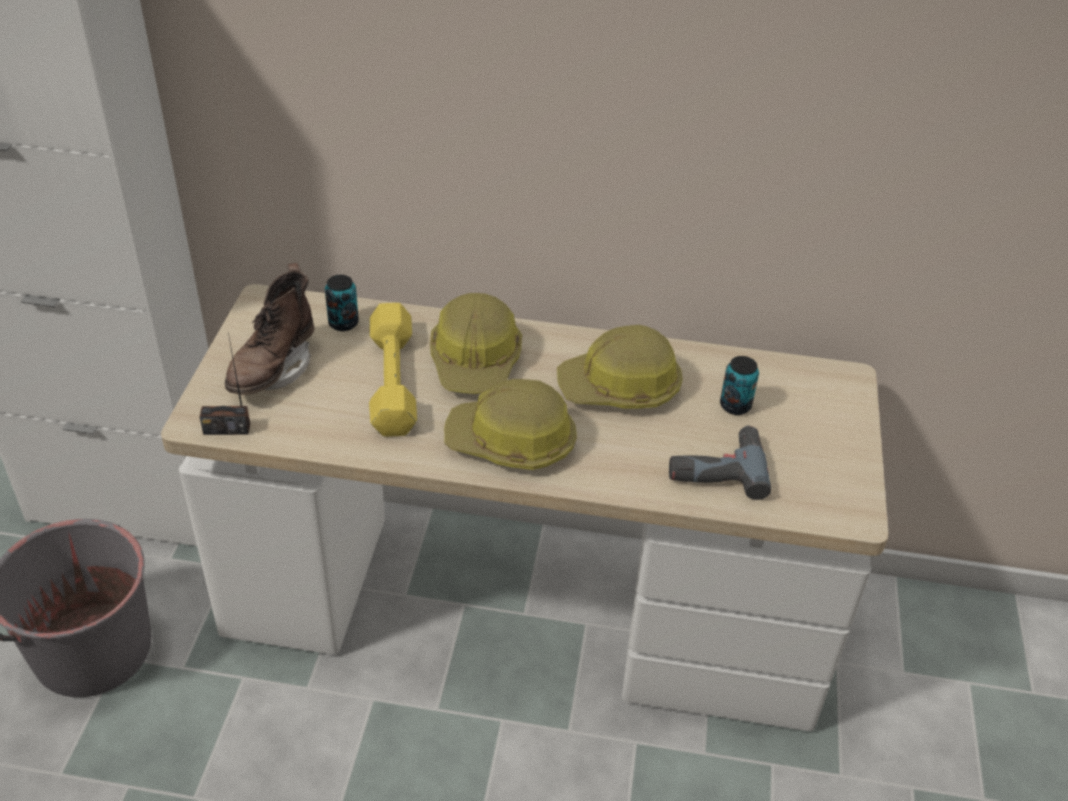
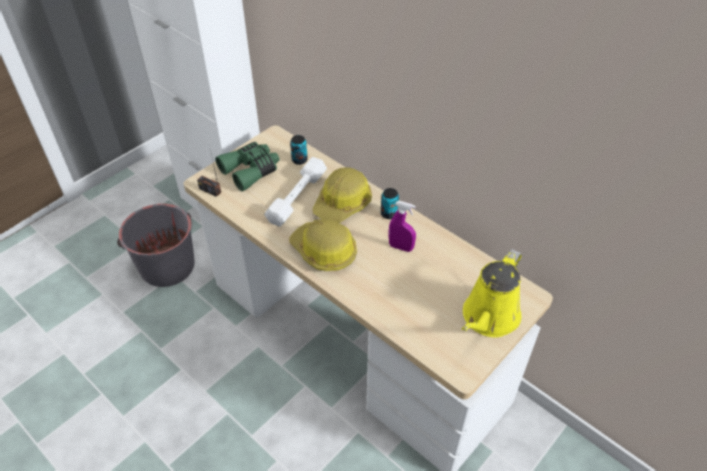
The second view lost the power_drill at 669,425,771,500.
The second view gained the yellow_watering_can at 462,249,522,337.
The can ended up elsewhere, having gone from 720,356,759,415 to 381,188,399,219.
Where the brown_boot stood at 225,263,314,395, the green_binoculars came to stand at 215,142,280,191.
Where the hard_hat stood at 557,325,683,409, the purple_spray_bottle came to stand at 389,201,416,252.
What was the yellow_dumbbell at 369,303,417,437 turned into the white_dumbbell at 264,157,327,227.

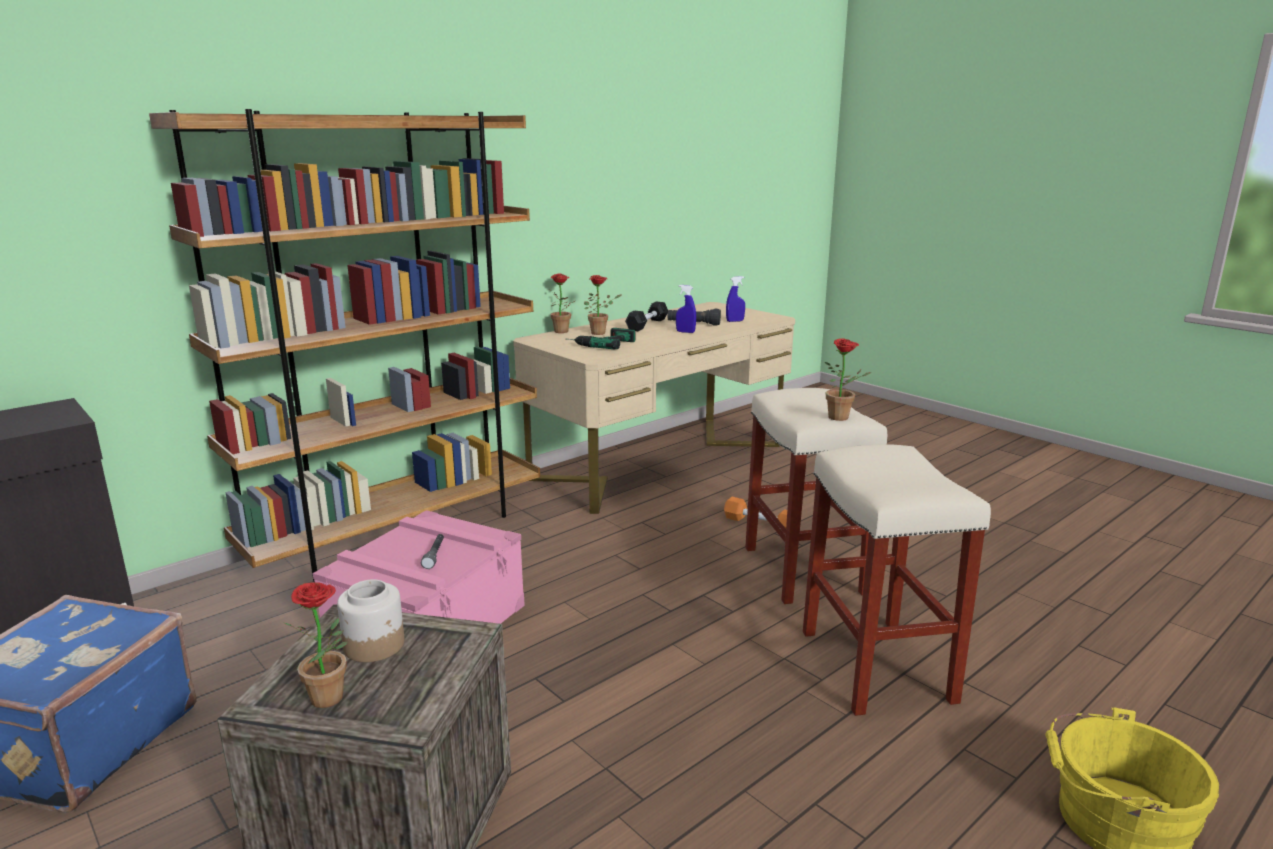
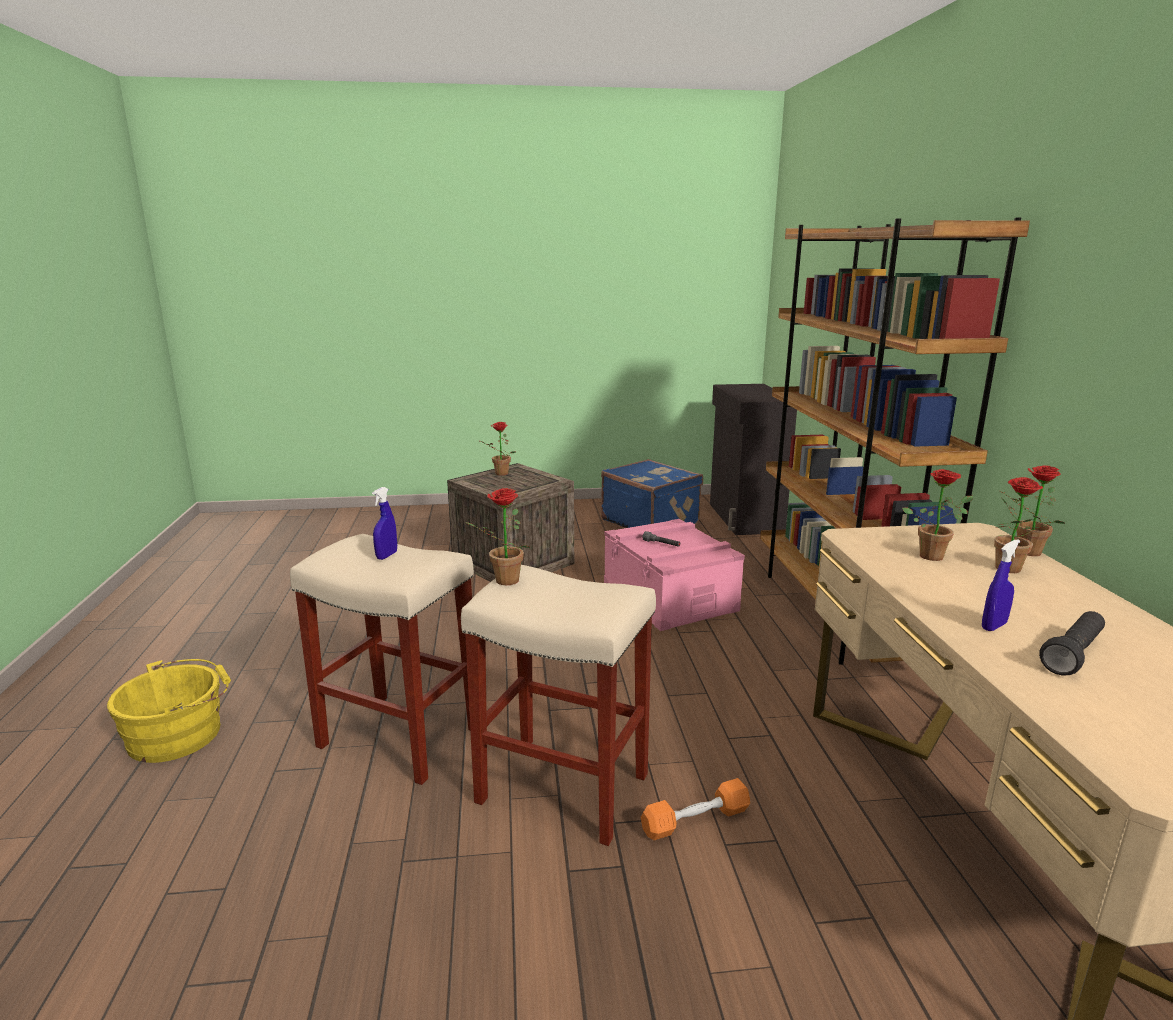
The second view lost the jar at 337,579,404,662.
The second view lost the black_dumbbell at 625,301,668,331.
The blue_spray_bottle ended up elsewhere, having gone from 726,276,745,322 to 372,487,397,560.
Where the power_drill stood at 567,328,636,349, the potted_plant came to stand at 902,469,973,561.

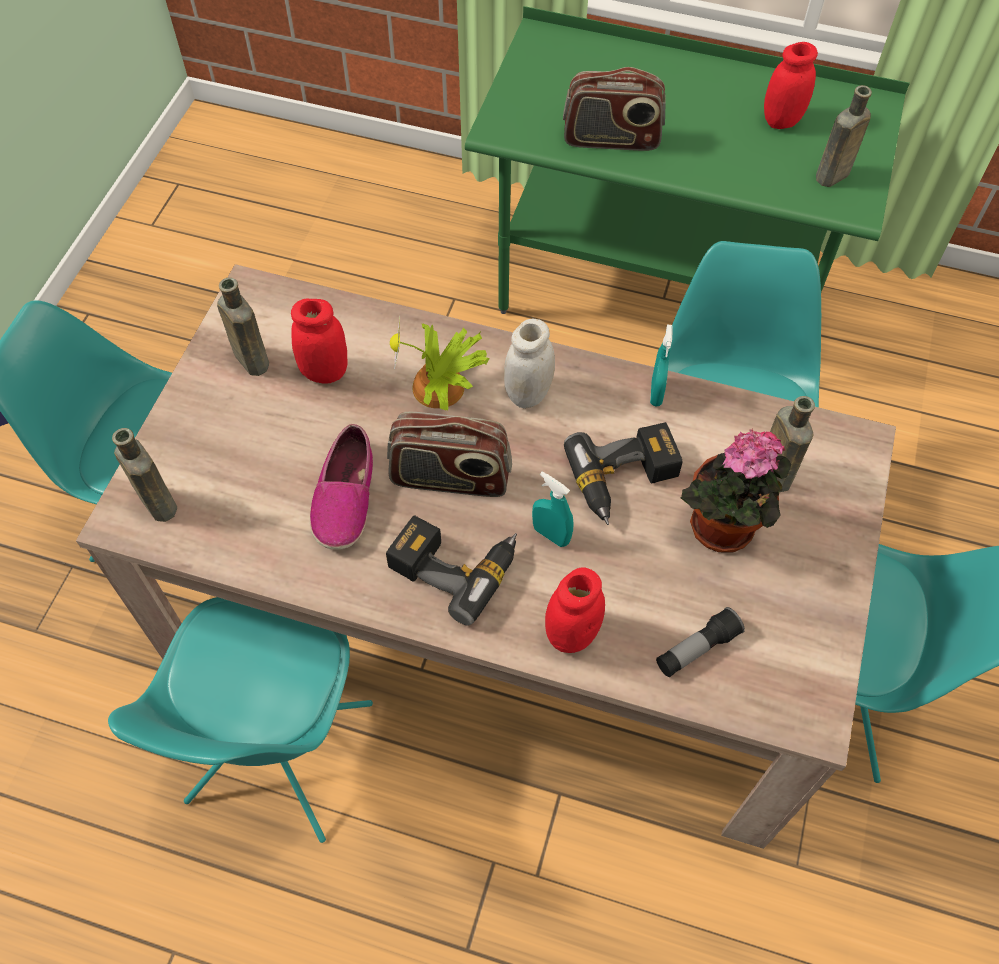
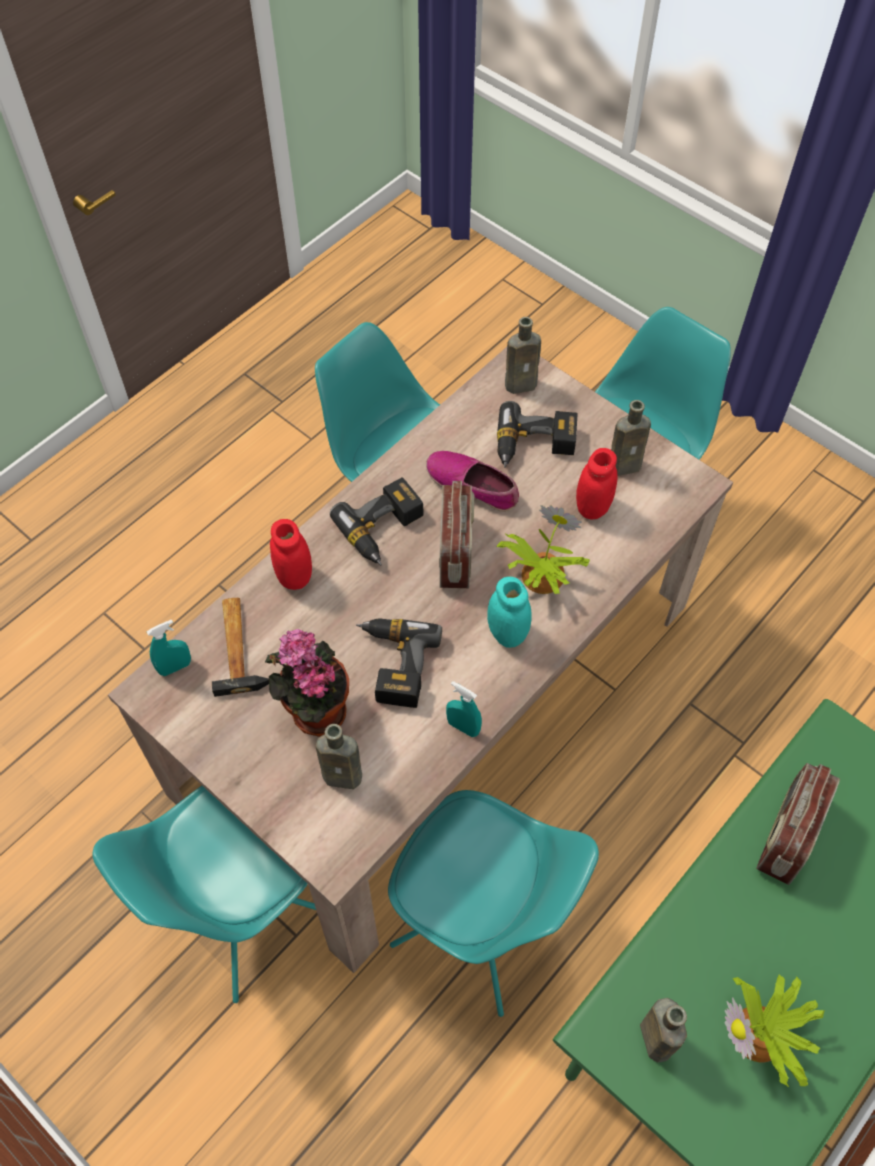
The second view gained the power_drill at 497,401,577,468.
The turquoise_spray_bottle ended up elsewhere, having gone from 532,471,574,547 to 147,619,191,676.
Where the flashlight stood at 656,607,745,677, the hammer came to stand at 212,598,269,697.
Where the red_jar stood at 764,42,818,129, the potted_plant came to stand at 725,975,825,1087.
What was the white_jar at 504,319,555,409 turned into the turquoise_jar at 487,576,532,648.
The radio at 387,412,512,497 ended up facing another way, 150 degrees clockwise from before.

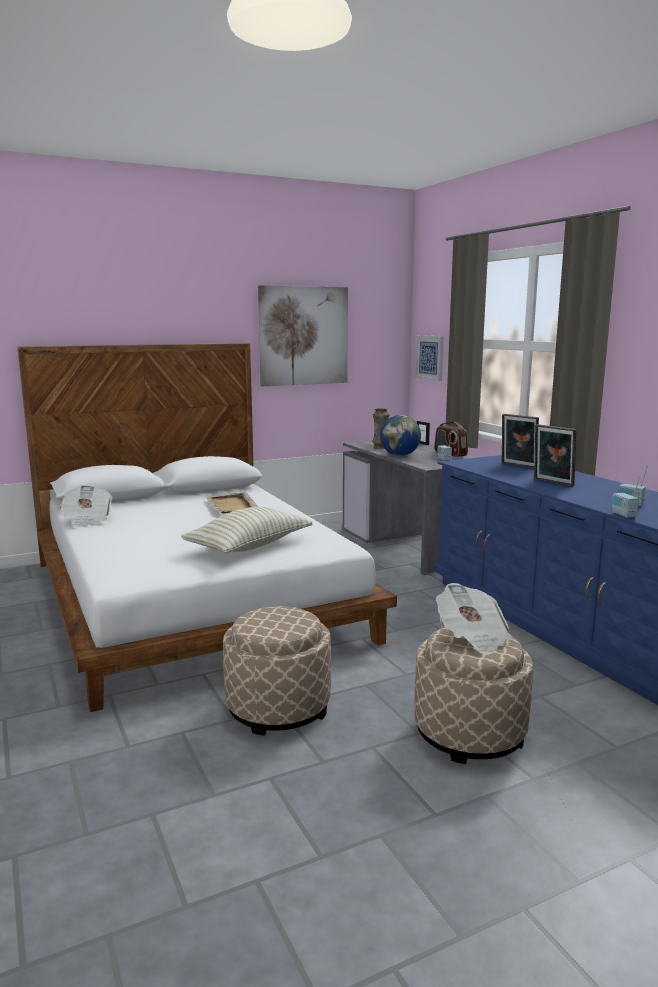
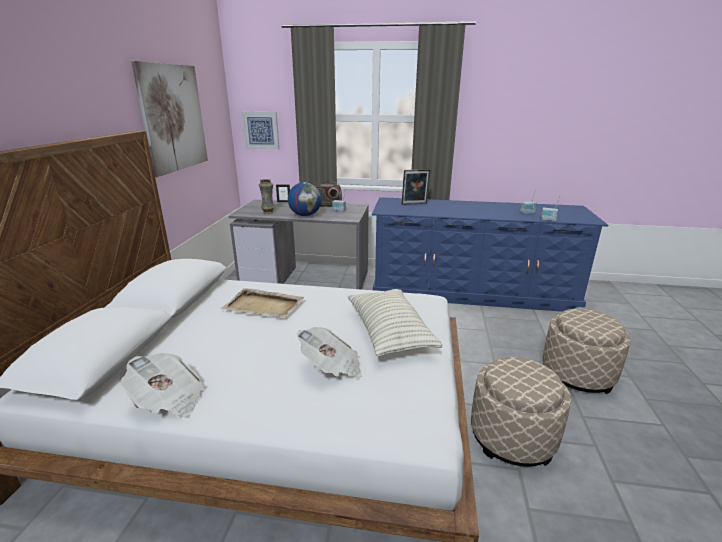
The second view lost the picture_frame at 534,424,576,486.
The newspaper ended up elsewhere, having gone from 436,583,512,655 to 297,327,362,378.

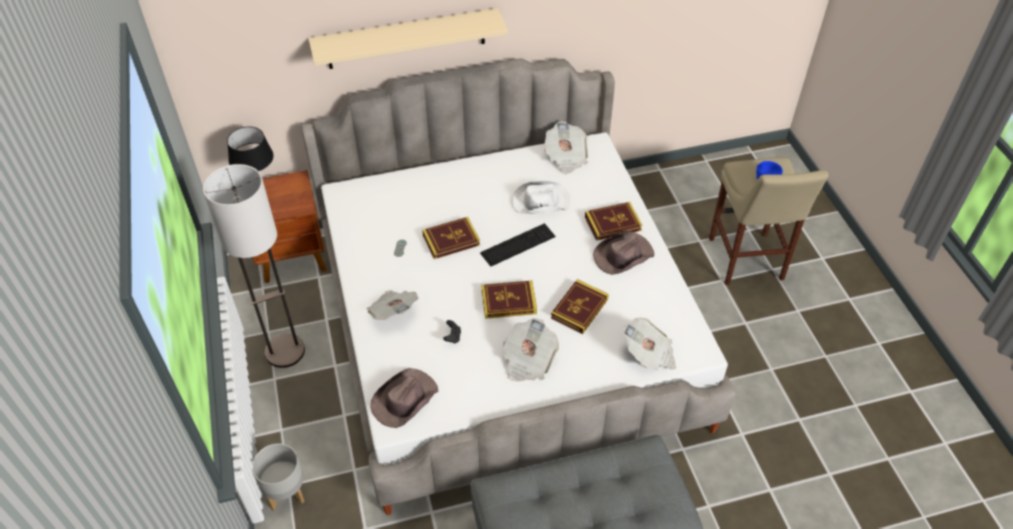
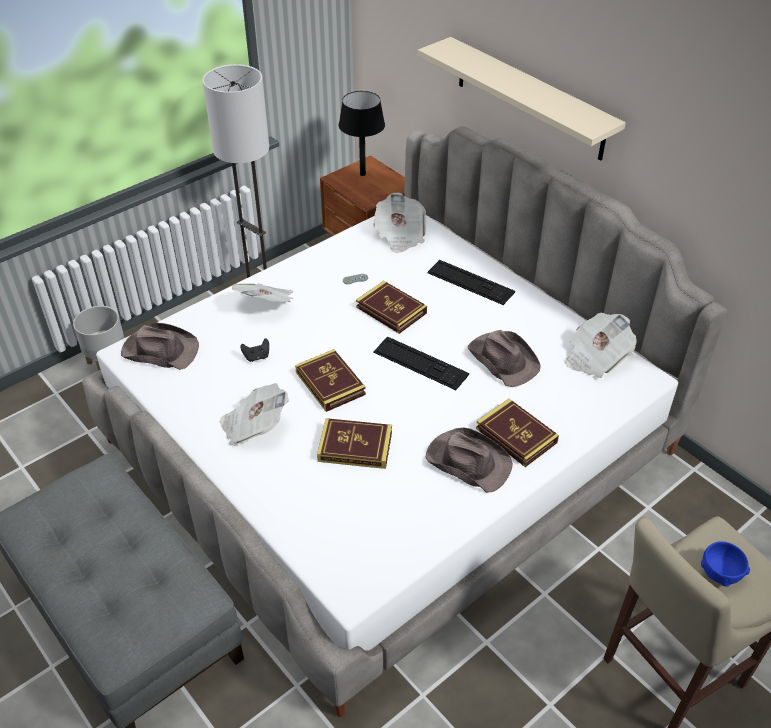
The second view gained the keyboard at 427,260,515,305.
The newspaper ended up elsewhere, having gone from 623,318,676,370 to 373,192,426,253.
What was the white_hat at 512,181,571,214 turned into the brown_hat at 468,330,541,387.

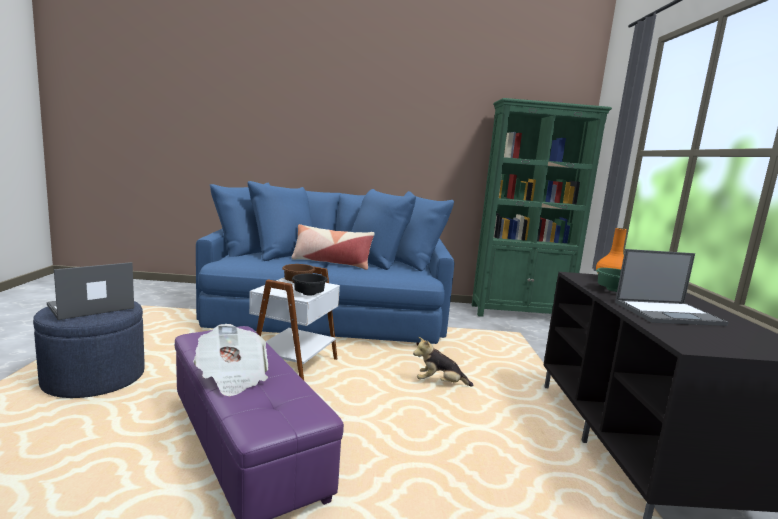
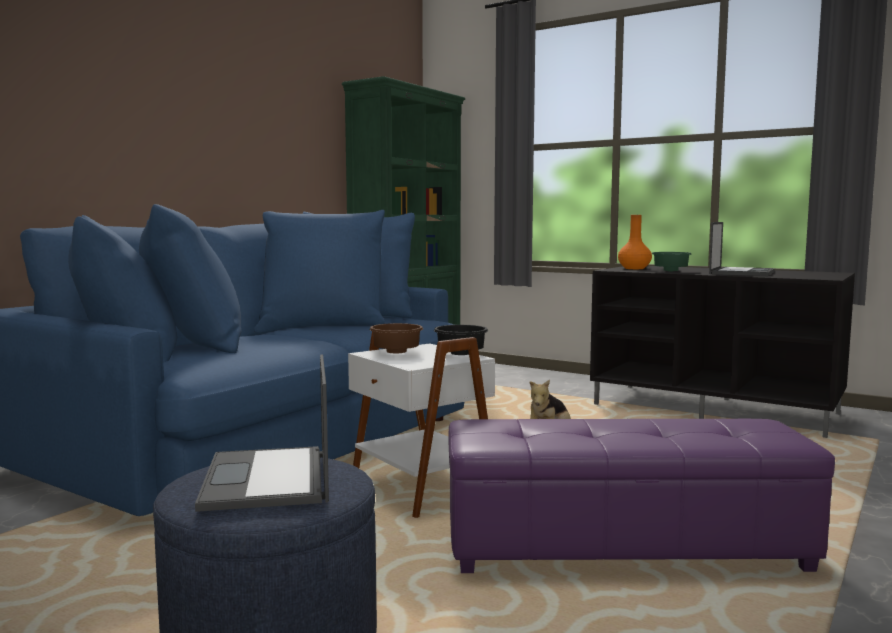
The second view lost the newspaper at 194,324,268,396.
The second view lost the pillow at 291,224,375,270.

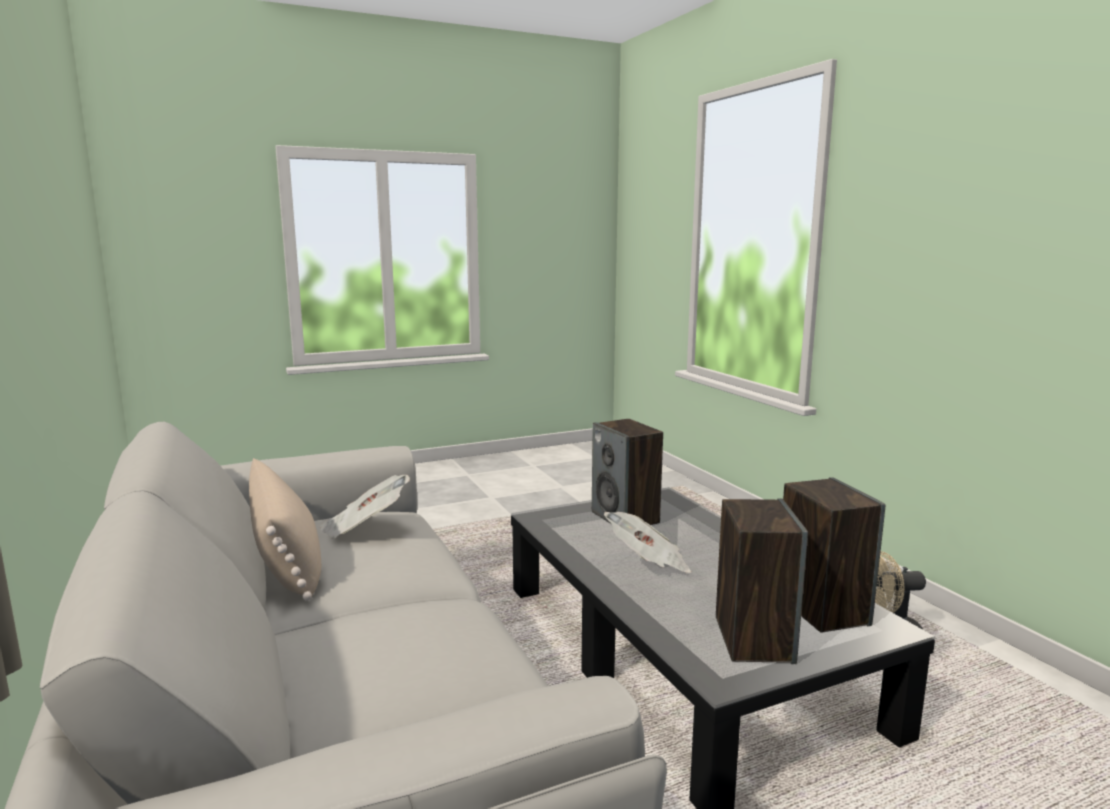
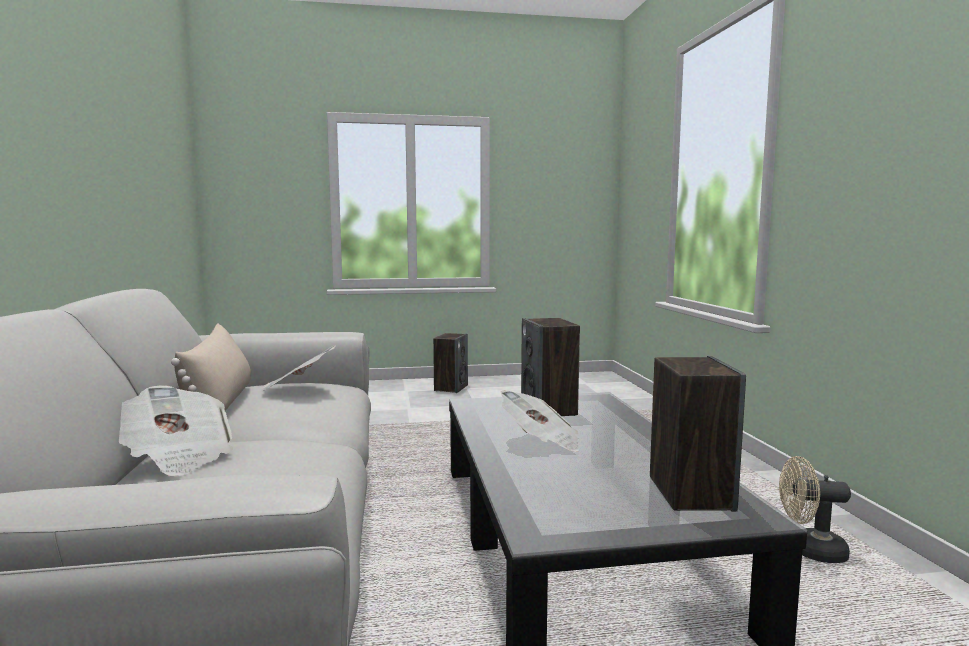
The second view gained the newspaper at 119,385,233,477.
The speaker ended up elsewhere, having gone from 716,498,808,664 to 433,333,468,393.

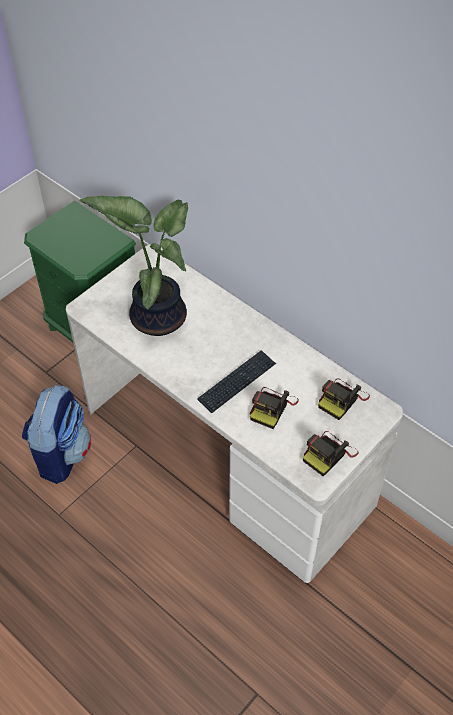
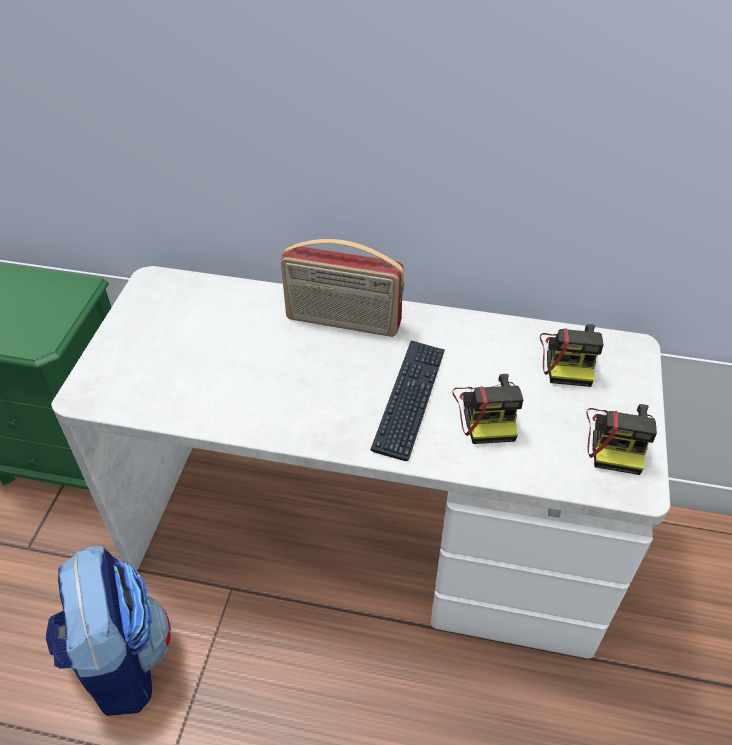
The second view lost the potted_plant at 79,196,188,336.
The second view gained the radio at 281,239,404,337.

